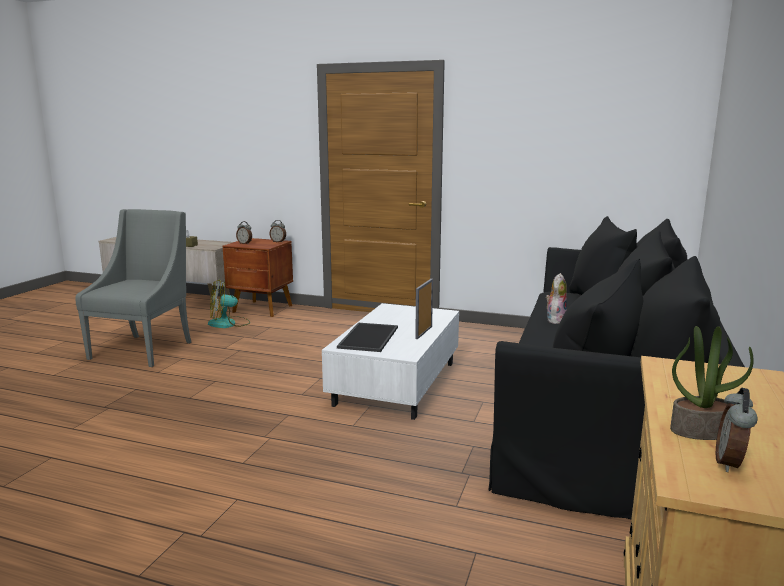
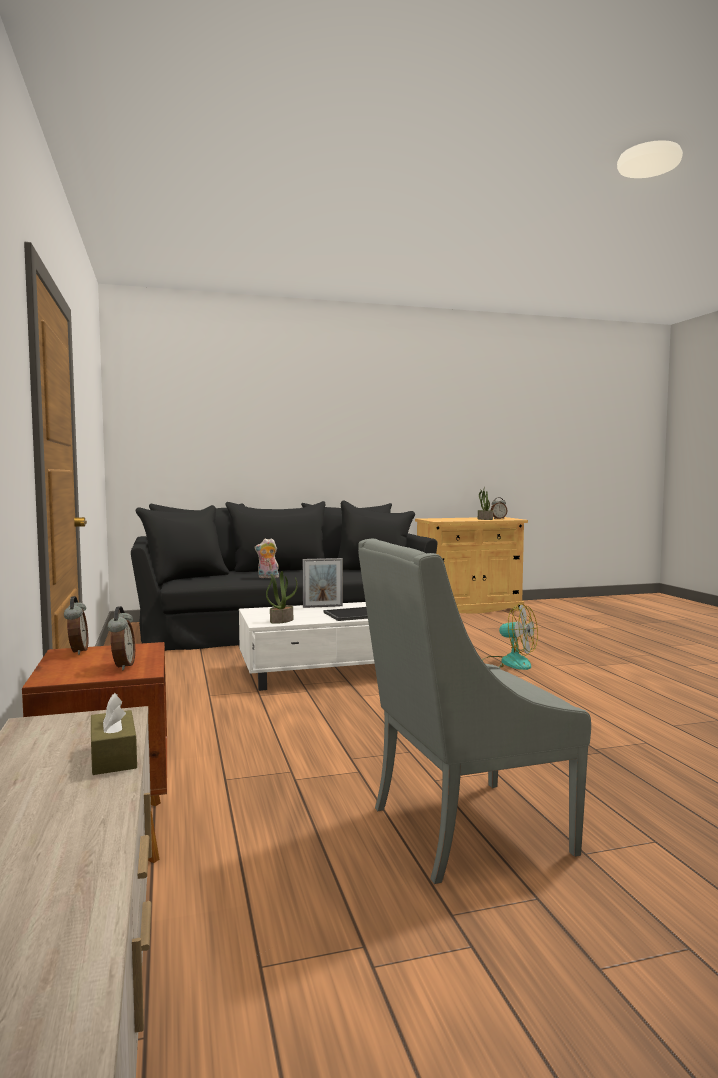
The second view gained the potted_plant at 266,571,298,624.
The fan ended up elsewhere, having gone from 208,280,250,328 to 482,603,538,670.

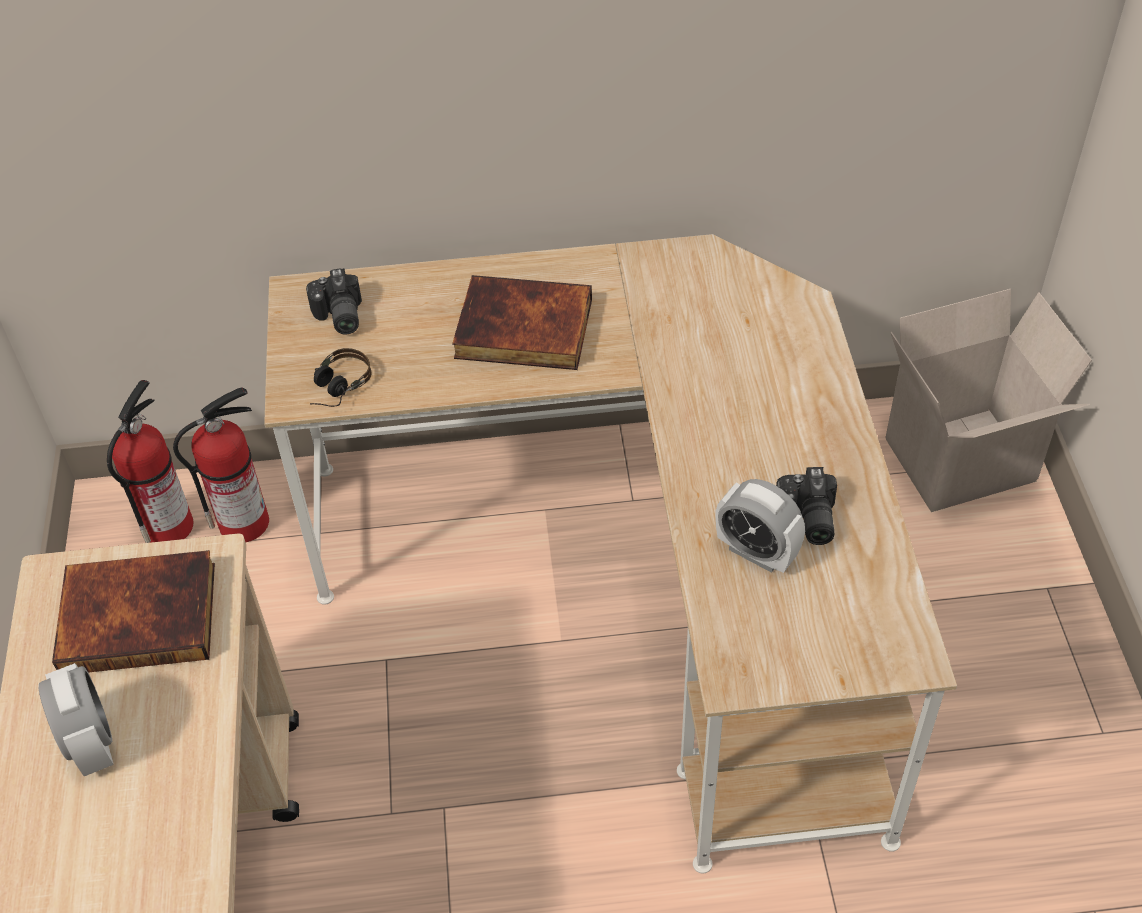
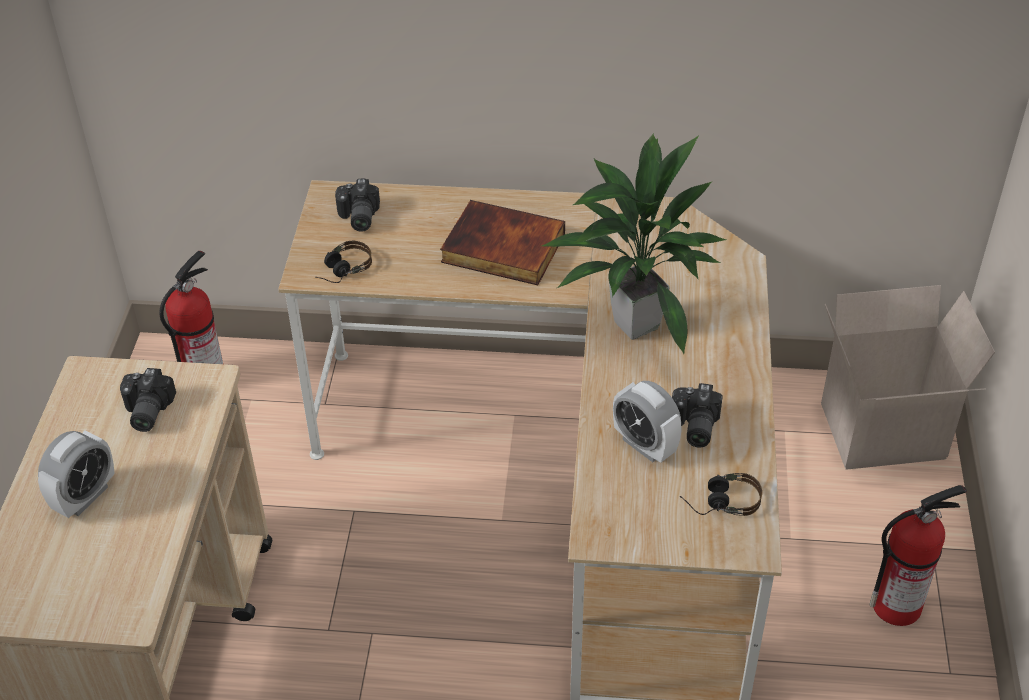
The second view gained the potted_plant at 542,133,726,354.
The second view gained the headphones at 680,473,762,516.
The fire_extinguisher ended up elsewhere, having gone from 173,388,269,542 to 869,485,967,626.
Where the book stood at 52,550,215,673, the photo_camera came to stand at 120,368,176,432.
The alarm_clock at 39,663,114,776 ended up facing another way, 45 degrees clockwise from before.

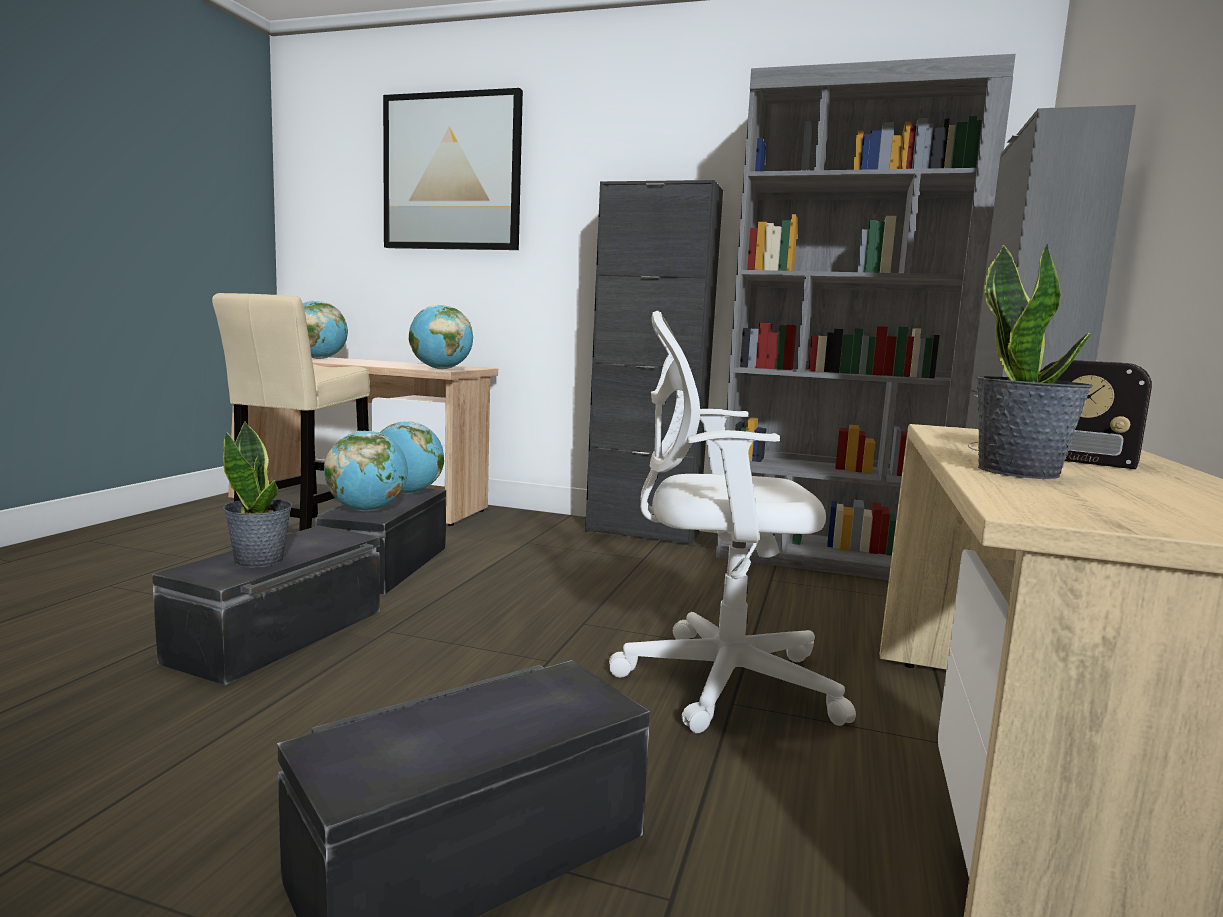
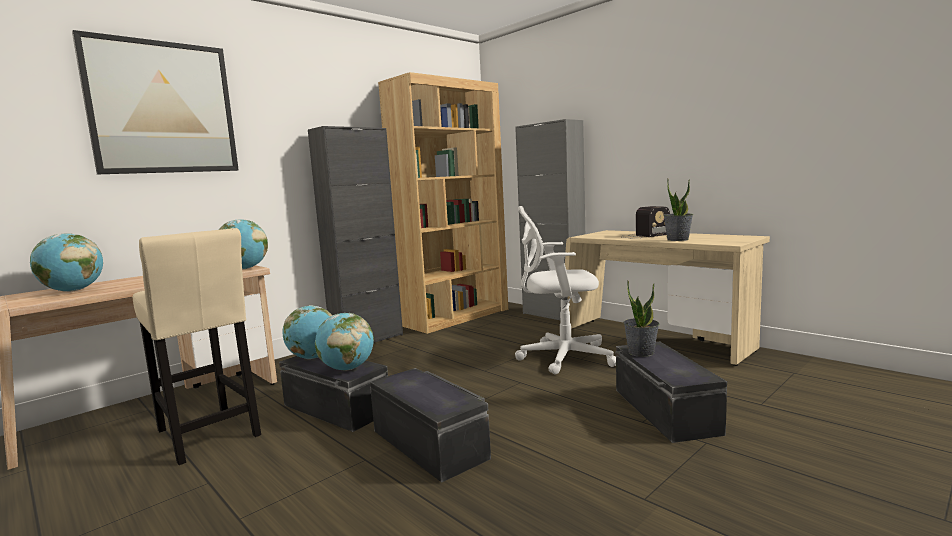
The potted_plant ended up elsewhere, having gone from 223,421,292,568 to 623,280,659,357.
What was the grey_bookcase at 716,54,1016,580 turned into the brown_bookcase at 378,72,508,334.
The white_office_chair at 609,311,856,733 ended up facing another way, 60 degrees clockwise from before.

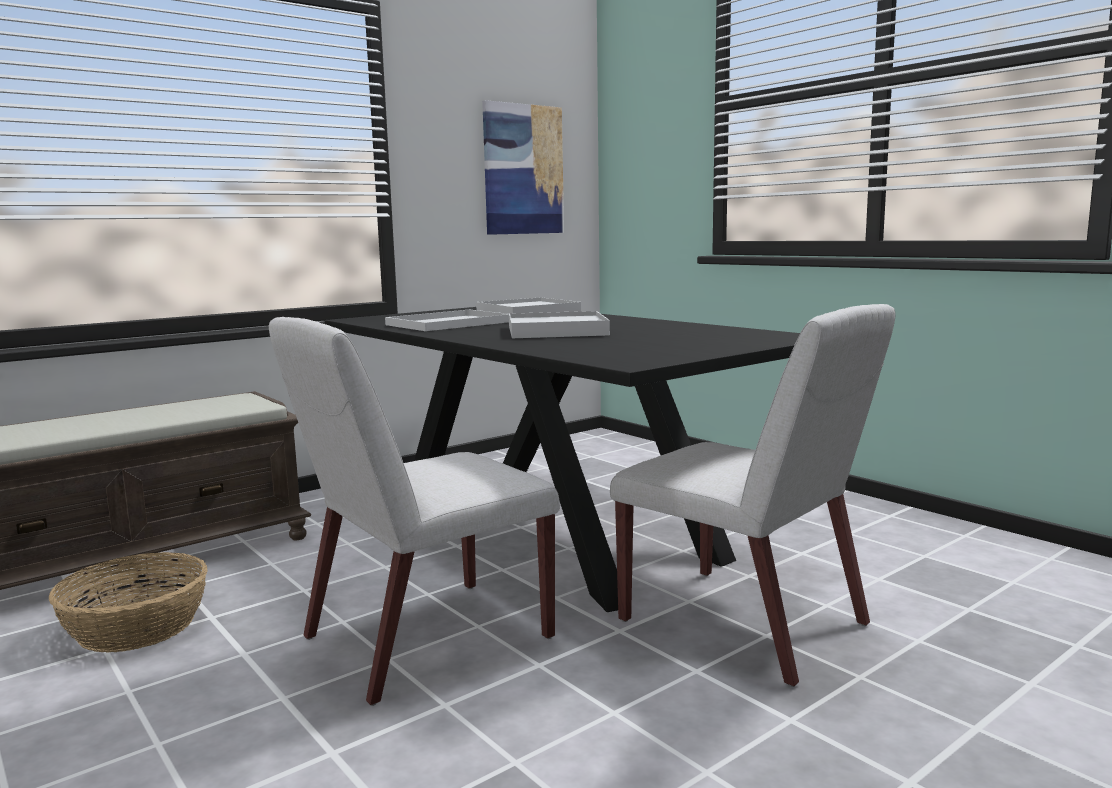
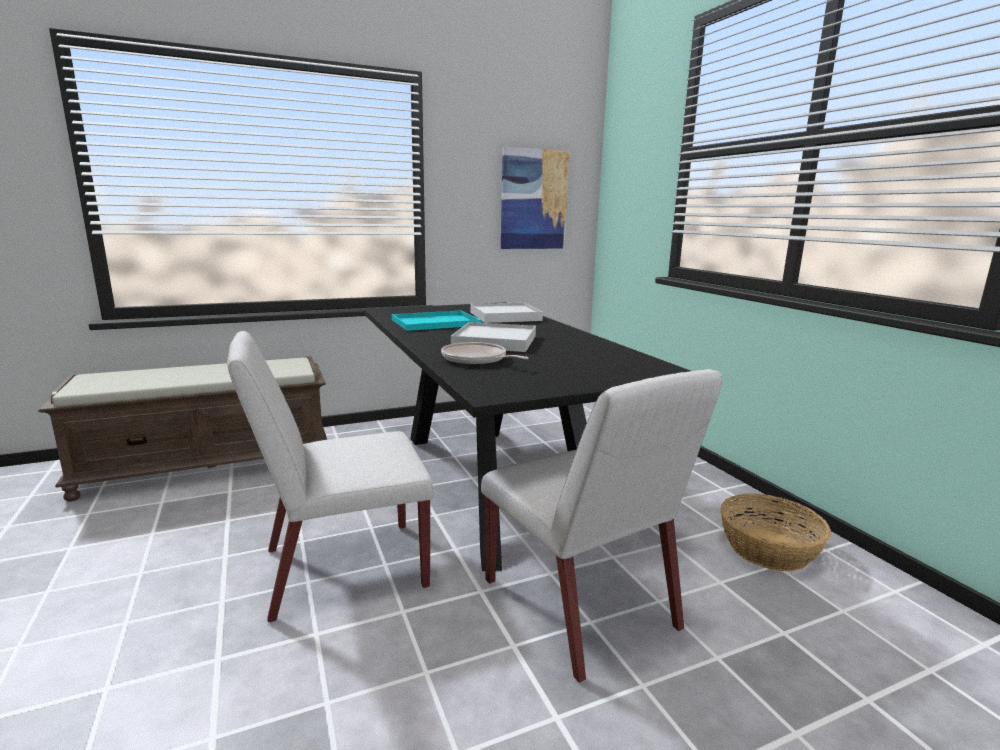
The second view gained the frying_pan at 441,342,529,365.
The basket ended up elsewhere, having gone from 49,552,208,652 to 720,494,831,571.
What was the white_tray at 385,310,509,331 turned into the turquoise_tray at 392,310,481,331.

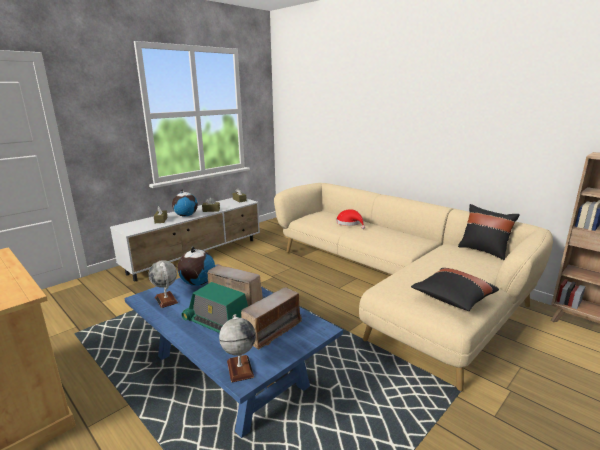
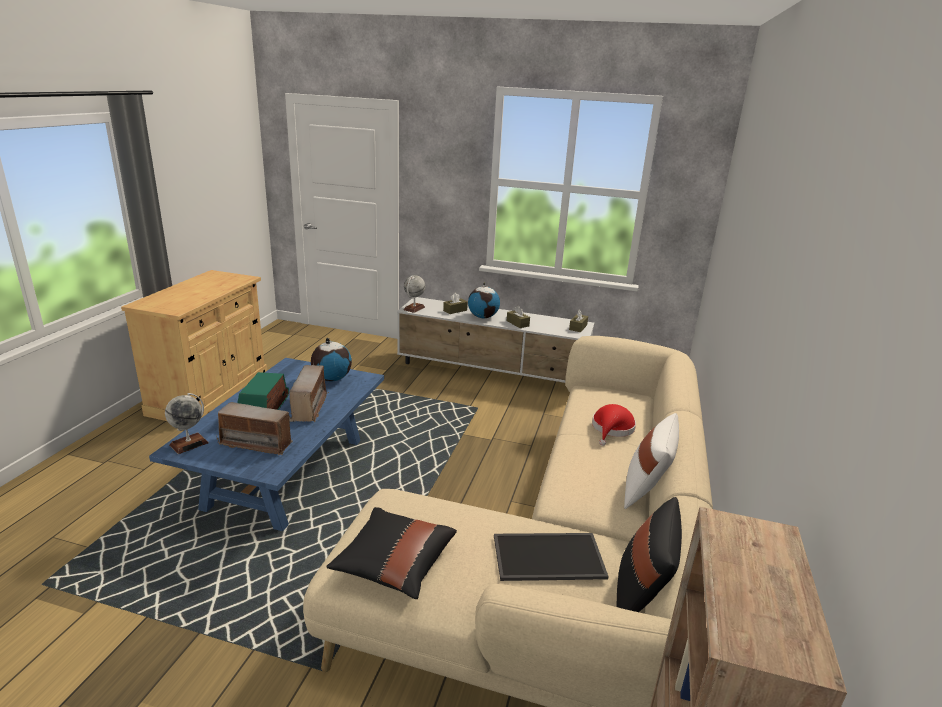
The second view gained the tray at 494,533,609,581.
The second view gained the white_pillow at 624,413,679,509.
The globe ended up elsewhere, having gone from 148,260,178,308 to 403,275,425,313.

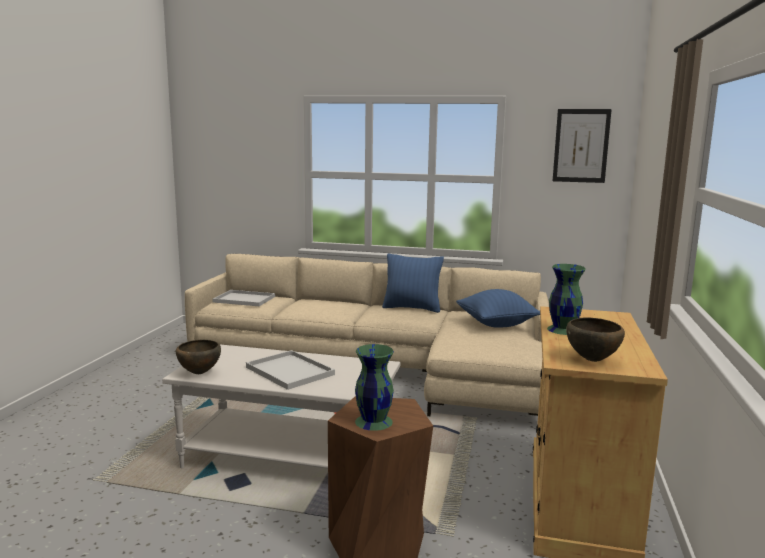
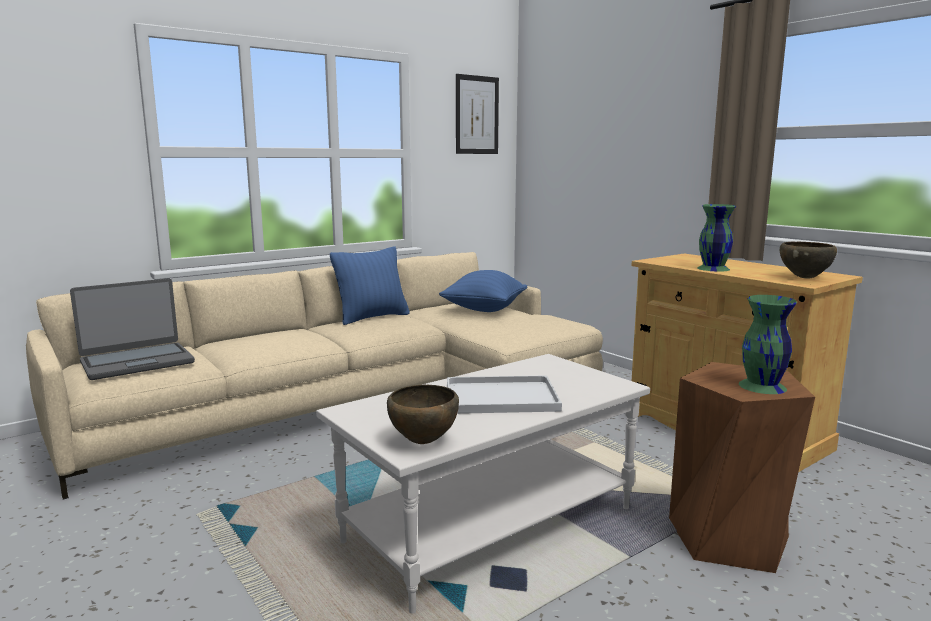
Where the white_tray stood at 213,290,275,306, the laptop came to stand at 70,278,195,380.

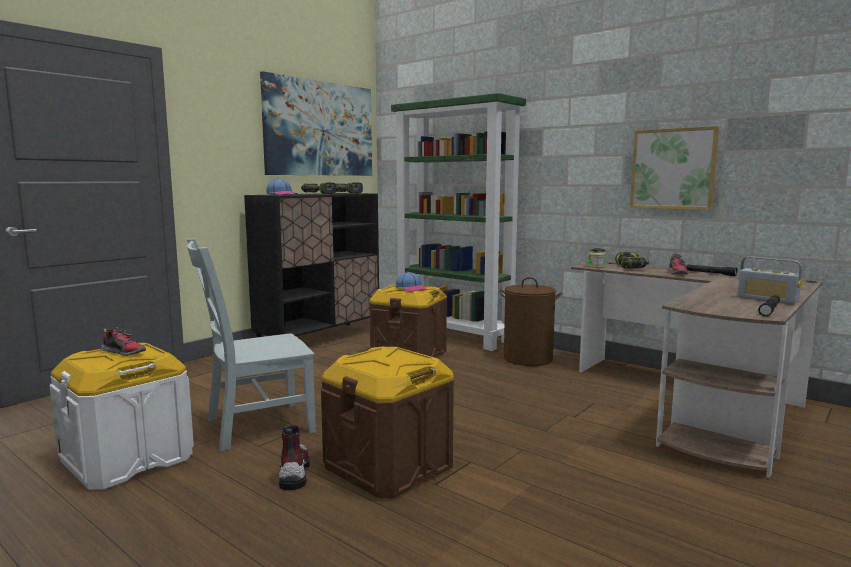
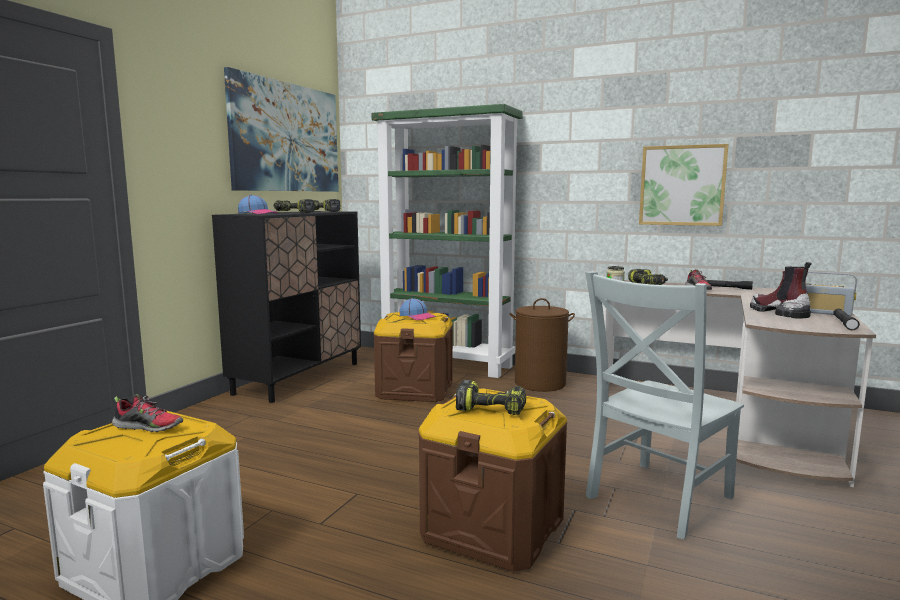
The second view gained the power_drill at 456,380,526,415.
The grey_chair ended up elsewhere, having gone from 187,239,316,452 to 585,271,744,540.
The boot ended up elsewhere, having gone from 279,426,310,490 to 750,262,812,319.

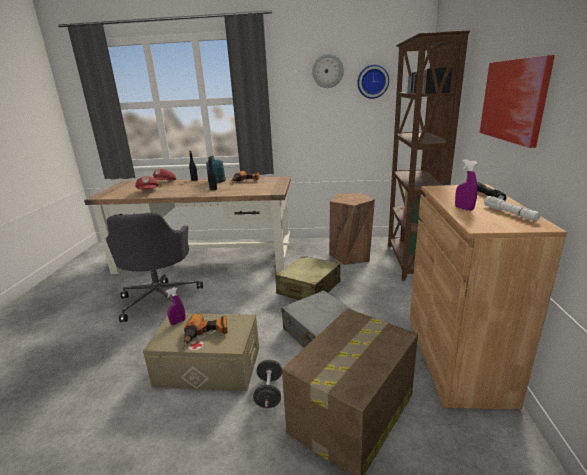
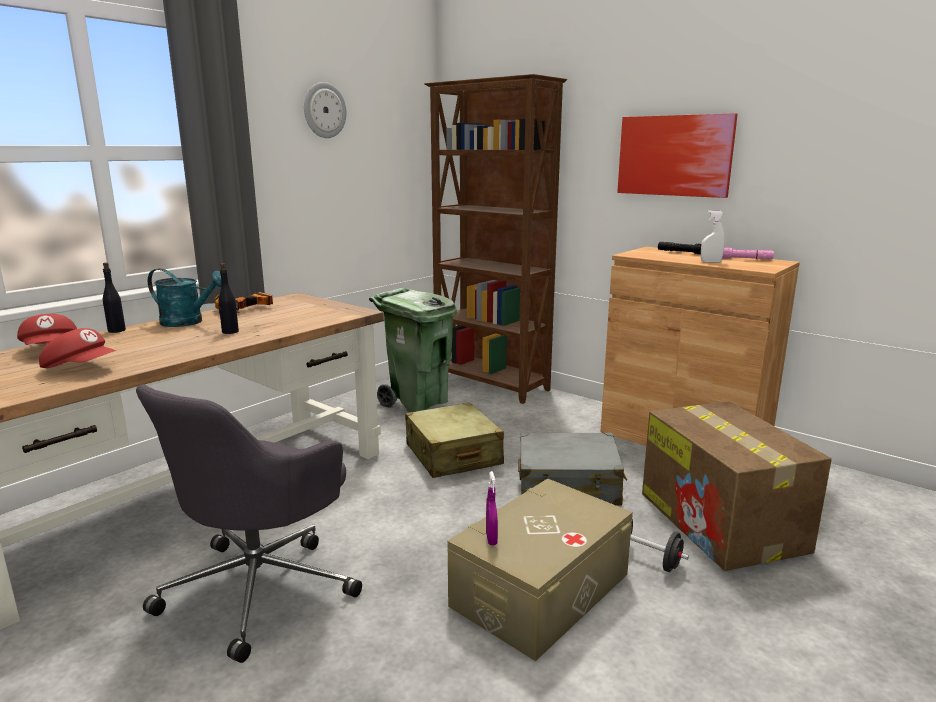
The second view lost the power_drill at 182,314,228,349.
The second view lost the wall_clock at 357,65,389,99.
Where the brown_stool stood at 329,193,375,265, the green_trash_can came to stand at 369,288,457,412.
What was the purple_spray_bottle at 455,160,478,211 turned into the white_spray_bottle at 701,210,725,263.
What was the white_flashlight at 484,196,541,221 turned into the pink_flashlight at 722,247,774,260.
The grey_office_chair at 106,212,203,322 ended up facing another way, 90 degrees clockwise from before.

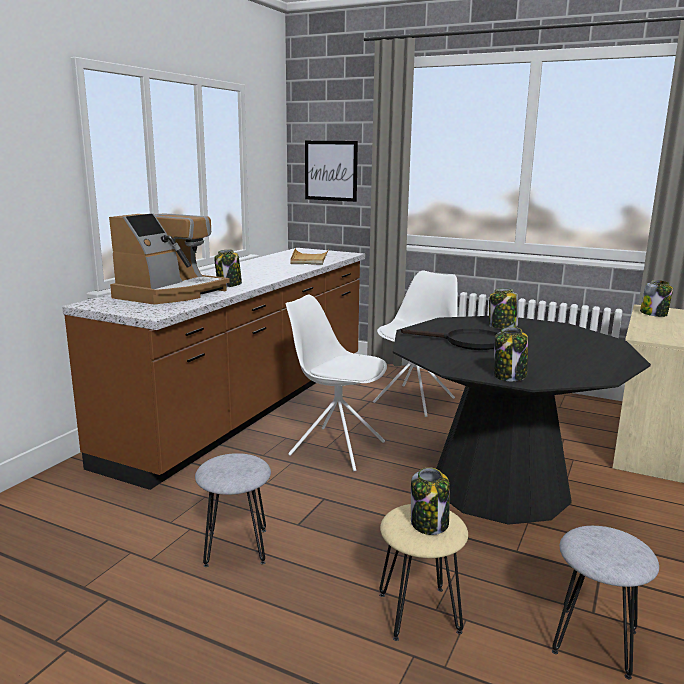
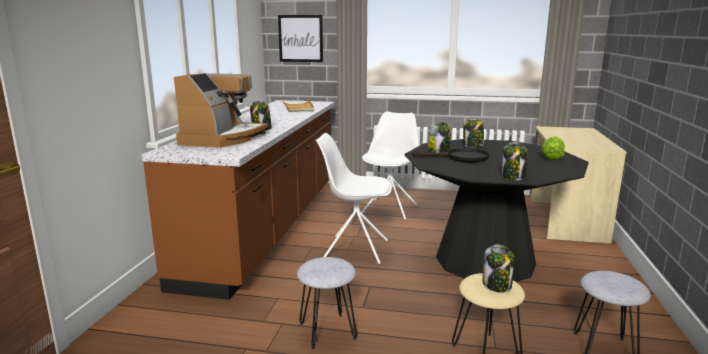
The second view gained the lettuce at 541,136,565,160.
The jar ended up elsewhere, having gone from 640,280,673,317 to 428,122,451,153.

